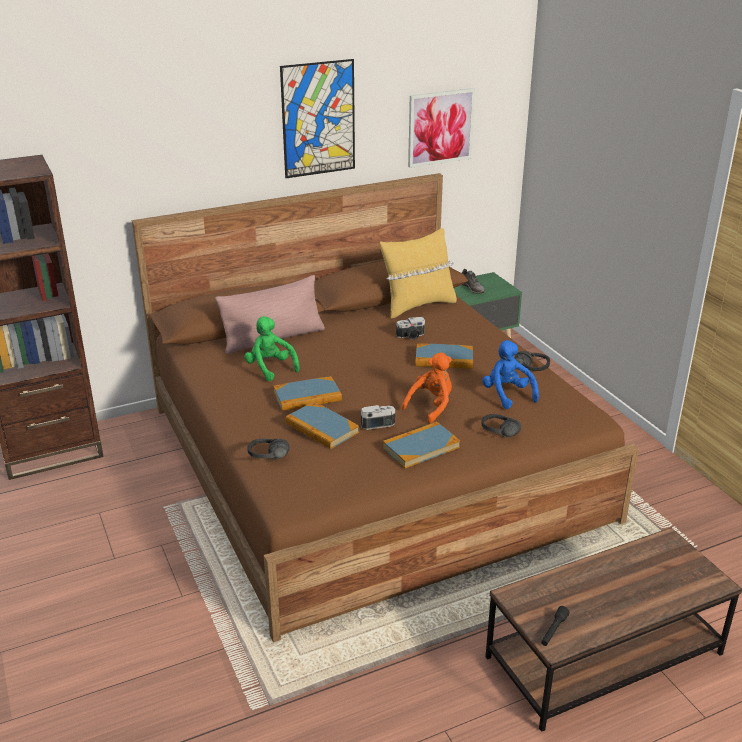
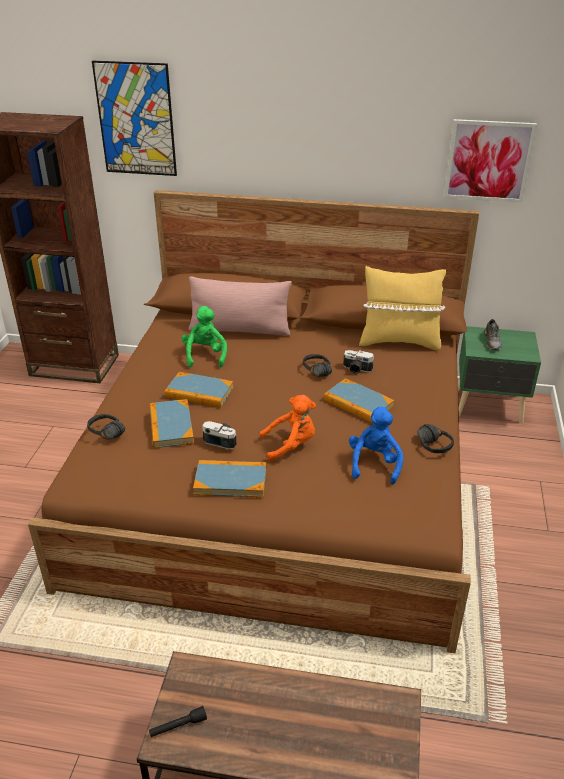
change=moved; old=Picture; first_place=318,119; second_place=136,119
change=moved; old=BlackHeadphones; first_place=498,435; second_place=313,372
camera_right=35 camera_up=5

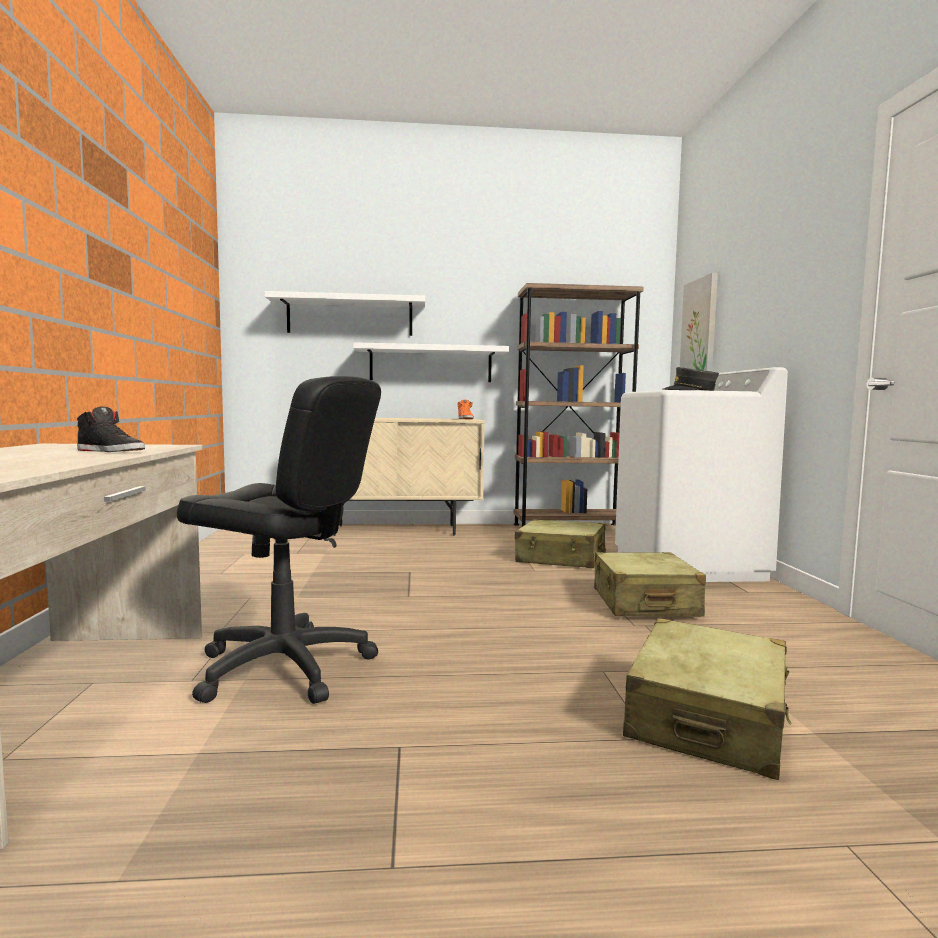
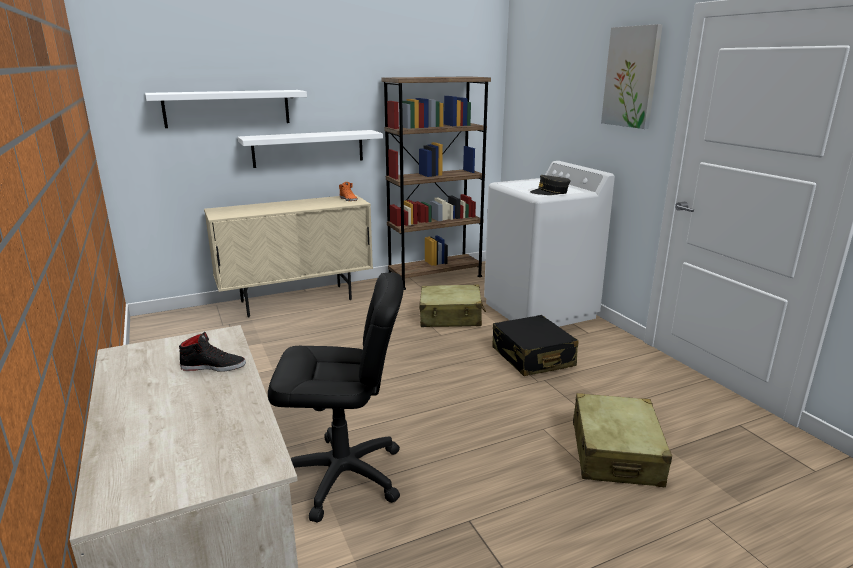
change=moved; old=Picture; first_place=700,326; second_place=631,77
change=recoloured; old=BeigeSuitcase; new=BlackSuitcase; first_place=644,603; second_place=532,357
camera_right=-20 camera_up=15

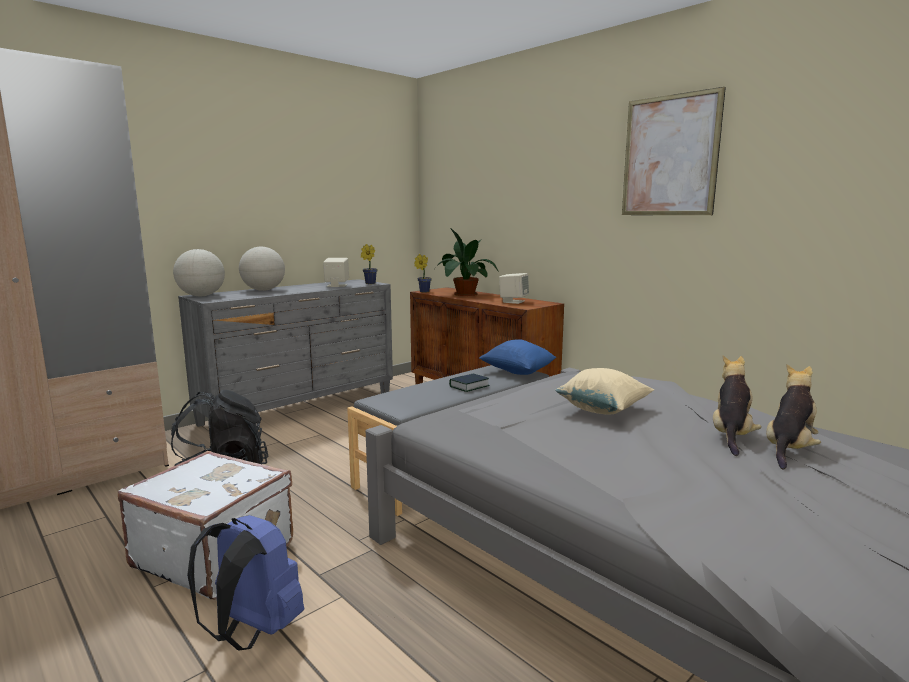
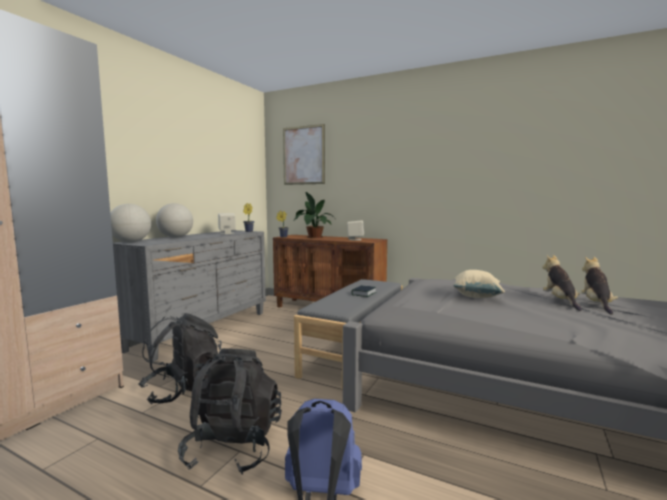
change=removed; old=BluePillow; first_place=517,372
change=moved; old=Picture; first_place=669,156; second_place=303,155
change=replaced; old=WhiteSuitcase; new=BlackBackpack; first_place=216,554; second_place=234,447
camera_right=-20 camera_up=-5

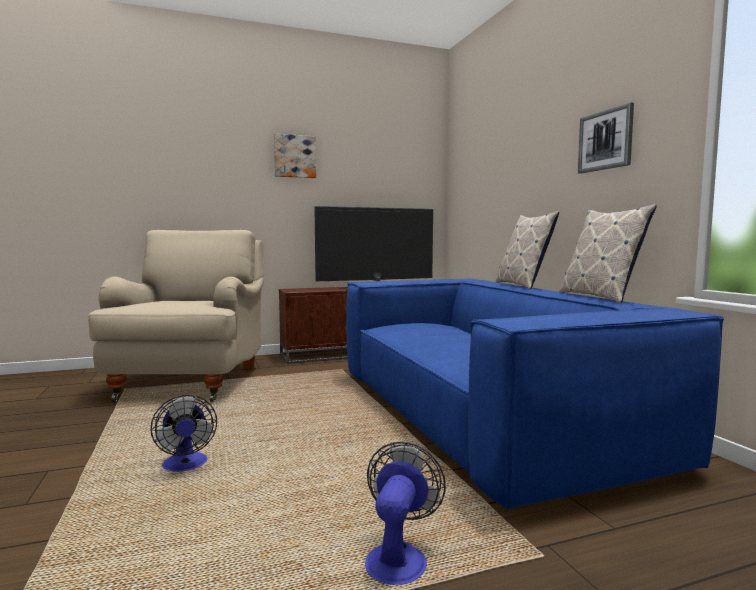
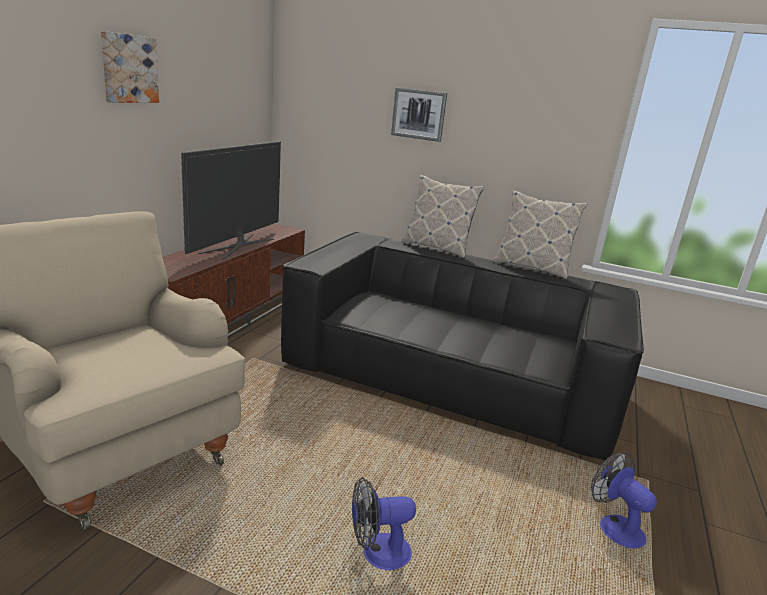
change=moved; old=Picture; first_place=605,140; second_place=418,114
change=recoloured; old=BlueSofa; new=BlackSofa; first_place=481,413; second_place=451,375
change=turned; old=Fan; first_place=185,466; second_place=377,553; degrees=150
camera_right=-50 camera_up=15

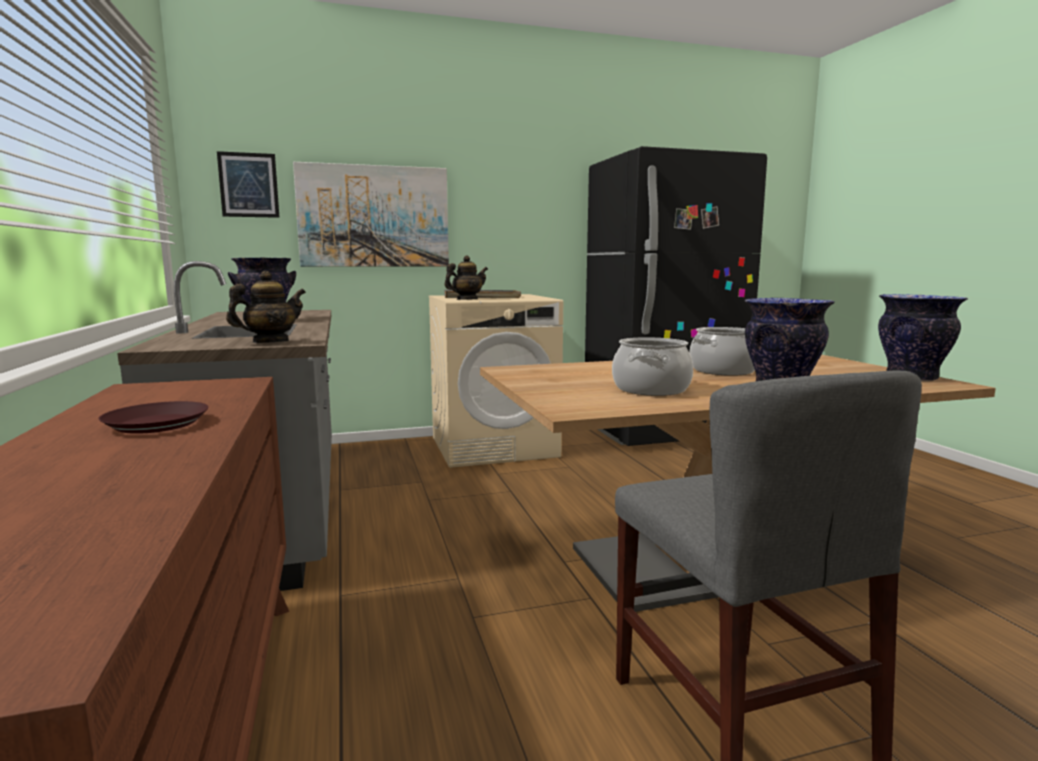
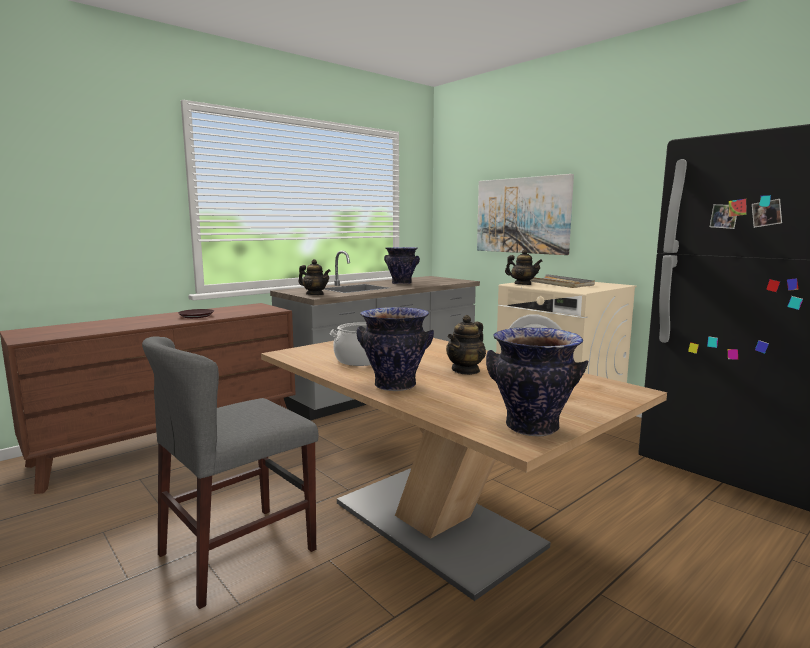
change=removed; old=Picture; first_place=248,185
change=replaced; old=CookingPot; new=Teapot; first_place=723,370; second_place=466,370
camera_right=65 camera_up=0

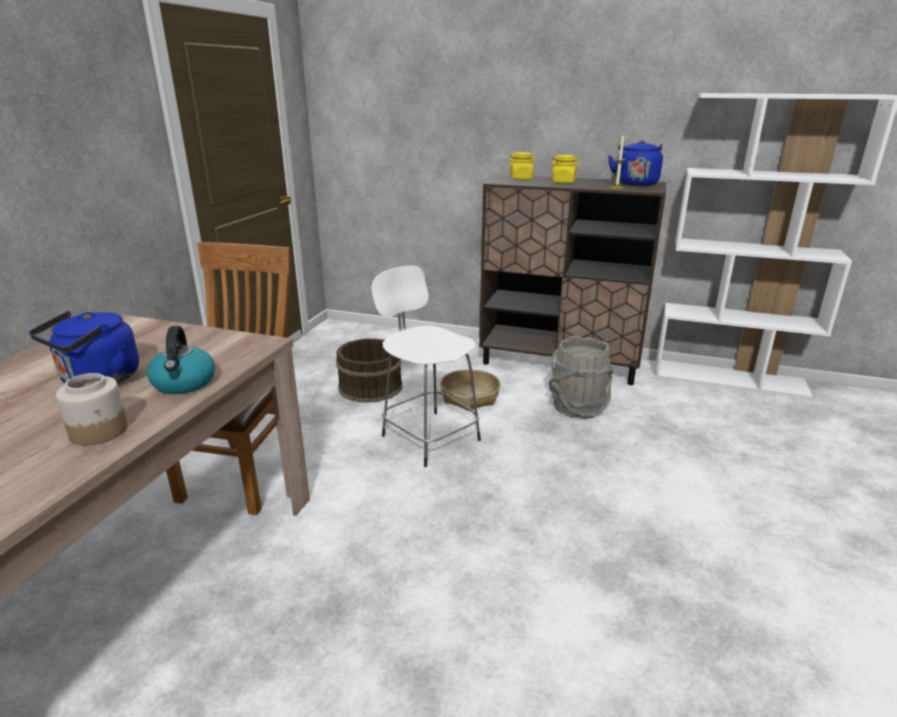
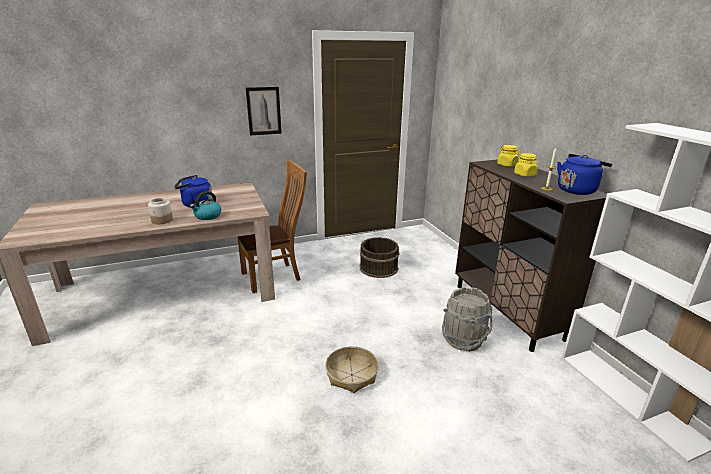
change=removed; old=WhiteStool; first_place=428,436
change=added; new=Picture; second_place=264,111
change=moved; old=Basket; first_place=470,397; second_place=352,375
camera_right=50 camera_up=0

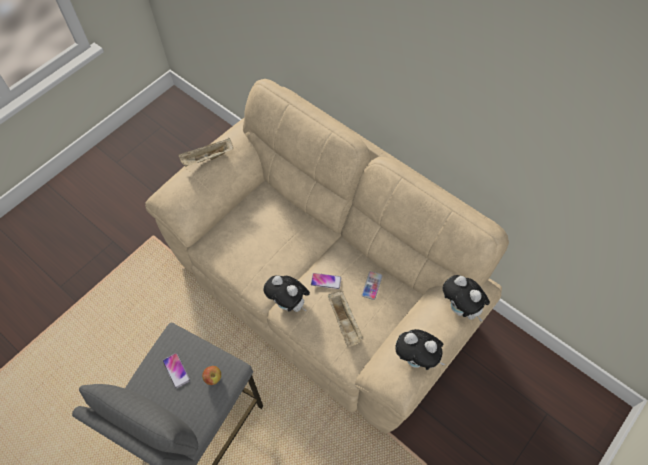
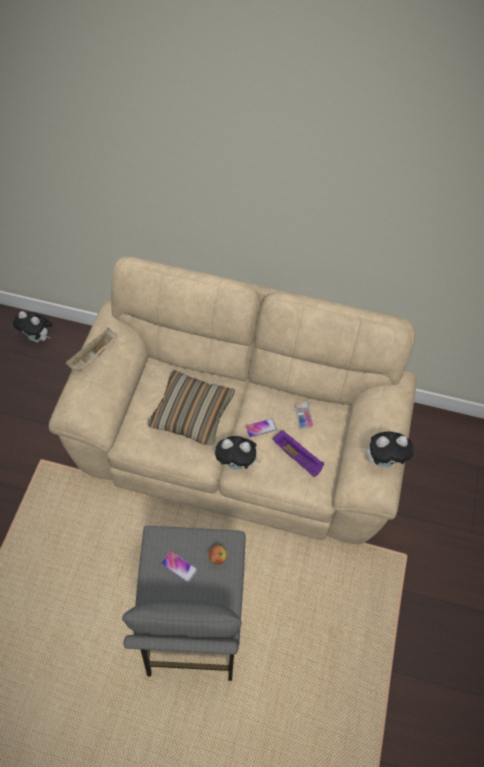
change=added; new=Pillow; second_place=191,413
change=moved; old=PlushToy; first_place=461,309; second_place=38,338
change=recoloured; old=BeigeTray; new=PurpleTray; first_place=345,322; second_place=298,457
camera_right=-30 camera_up=0

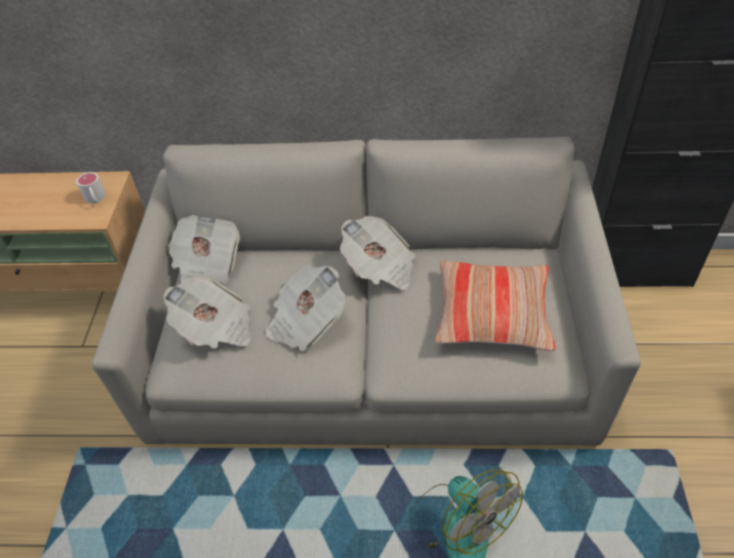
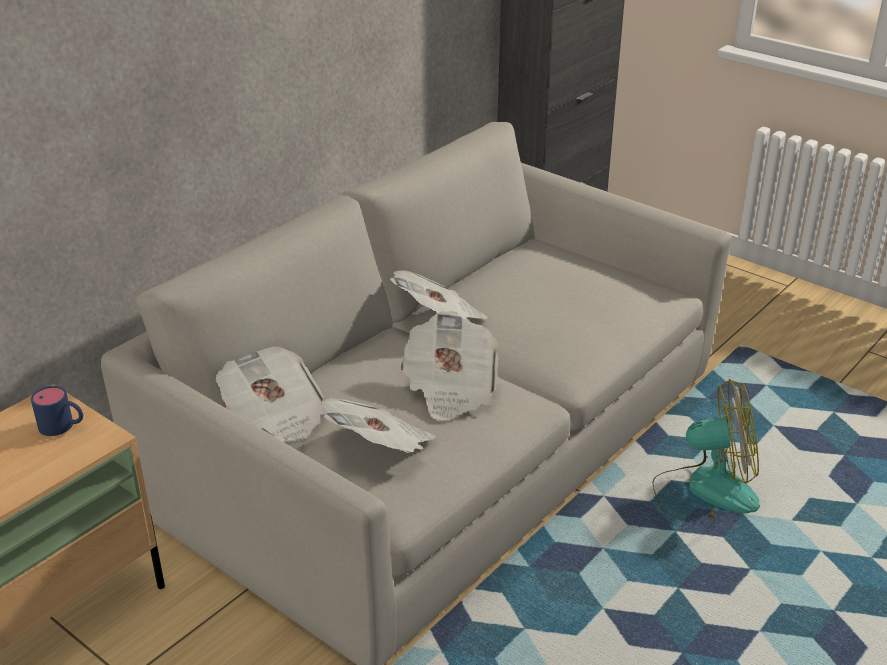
change=removed; old=Pillow; first_place=492,314
change=recoloured; old=WhiteMug; new=BlueMug; first_place=96,199; second_place=63,426
camera_right=-55 camera_up=-15

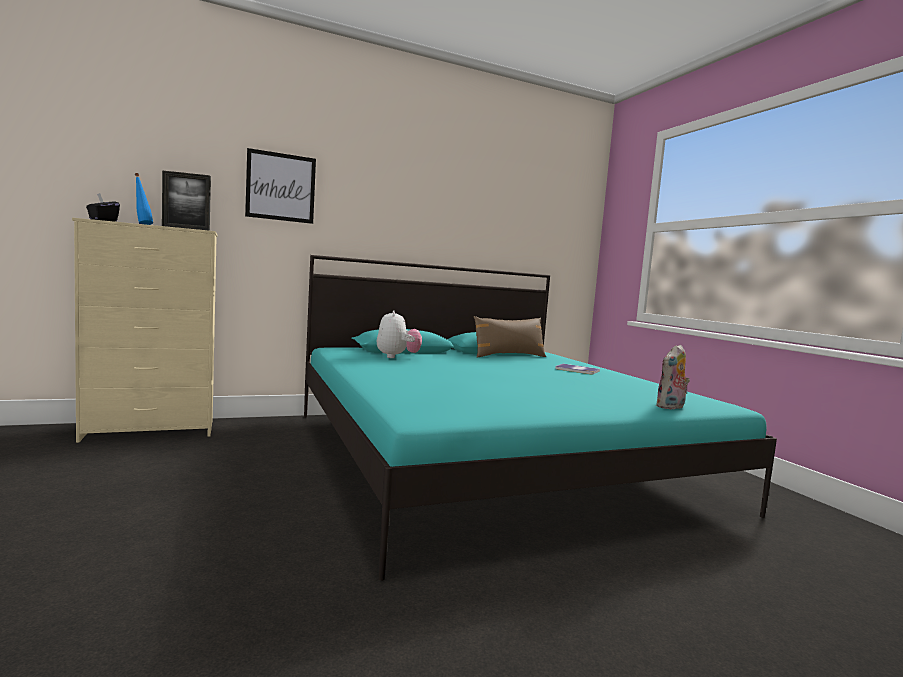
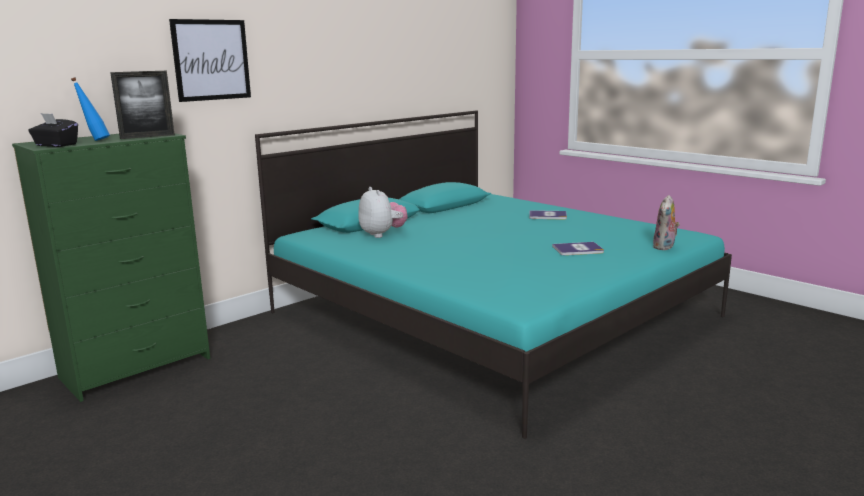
change=removed; old=BrownPillow; first_place=508,356
change=added; new=Book; second_place=578,249
change=recoloured; old=BeigeDresser; new=GreenDresser; first_place=151,430; second_place=138,368
camera_right=-20 camera_up=10

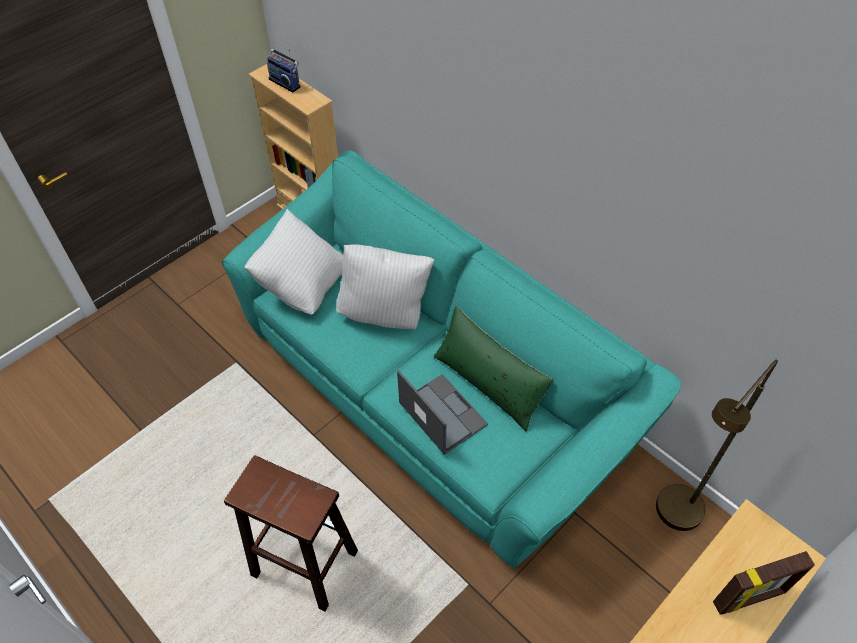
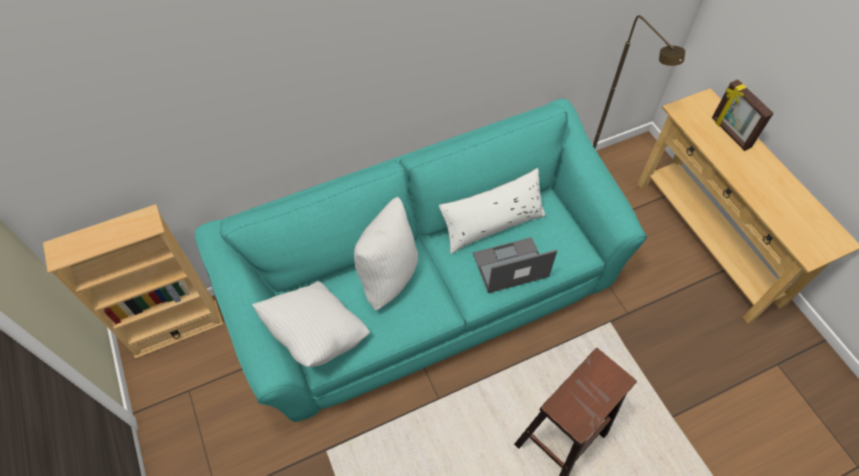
change=removed; old=Radio; first_place=286,82
change=recoloured; old=GreenPillow; new=WhitePillow; first_place=488,383; second_place=492,224
change=turned; old=PictureFrame; first_place=750,598; second_place=730,133; degrees=150
camera_right=-70 camera_up=5

